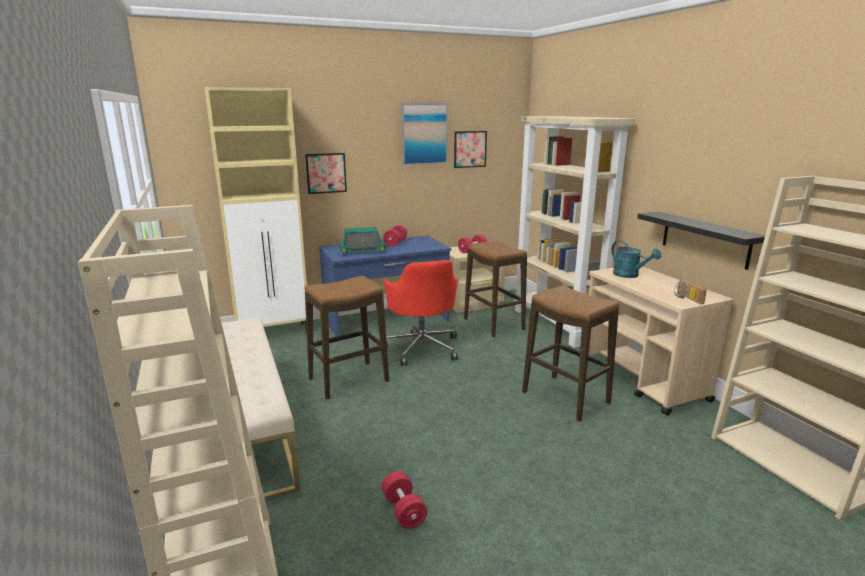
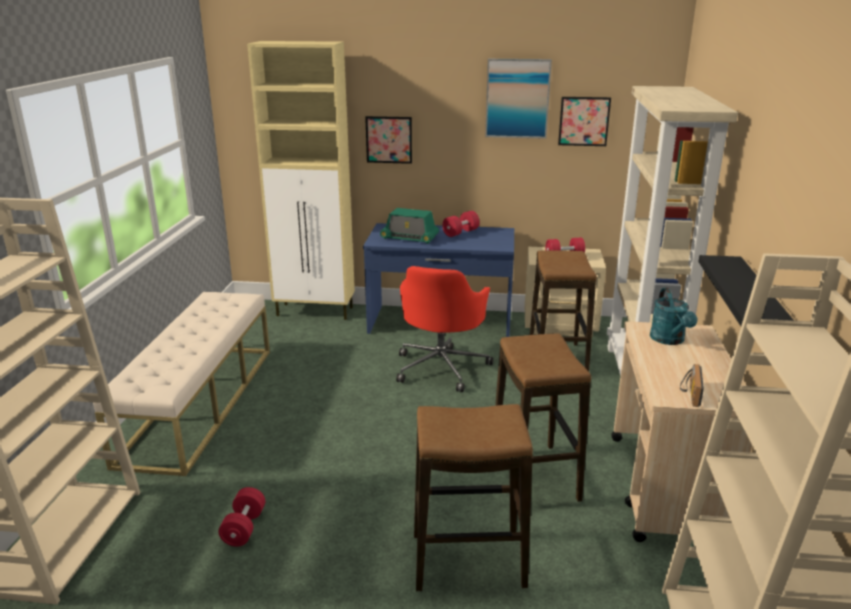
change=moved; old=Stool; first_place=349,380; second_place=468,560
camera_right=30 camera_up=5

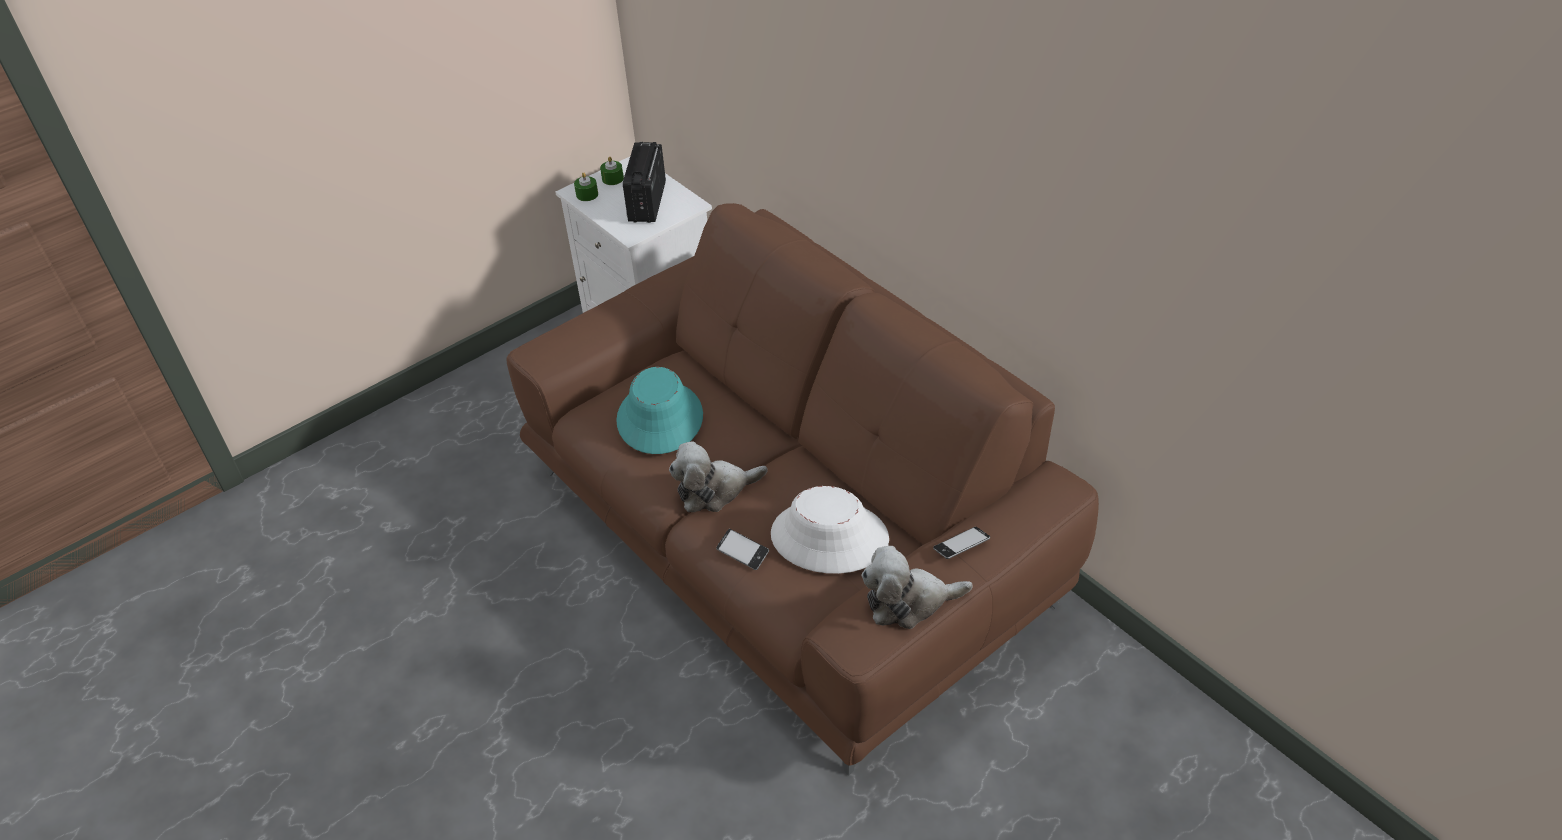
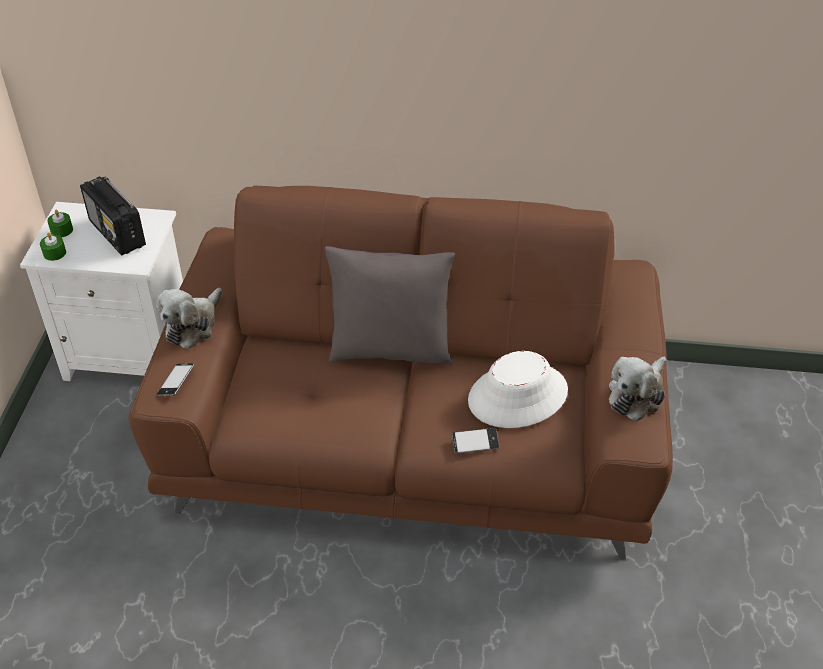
change=removed; old=TurquoiseHat; first_place=659,418
change=added; new=GreyPillow; second_place=390,350
change=moved; old=PlushToy; first_place=714,490; second_place=193,325
change=moved; old=Phone; first_place=961,546; second_place=176,382
camera_right=-45 camera_up=0

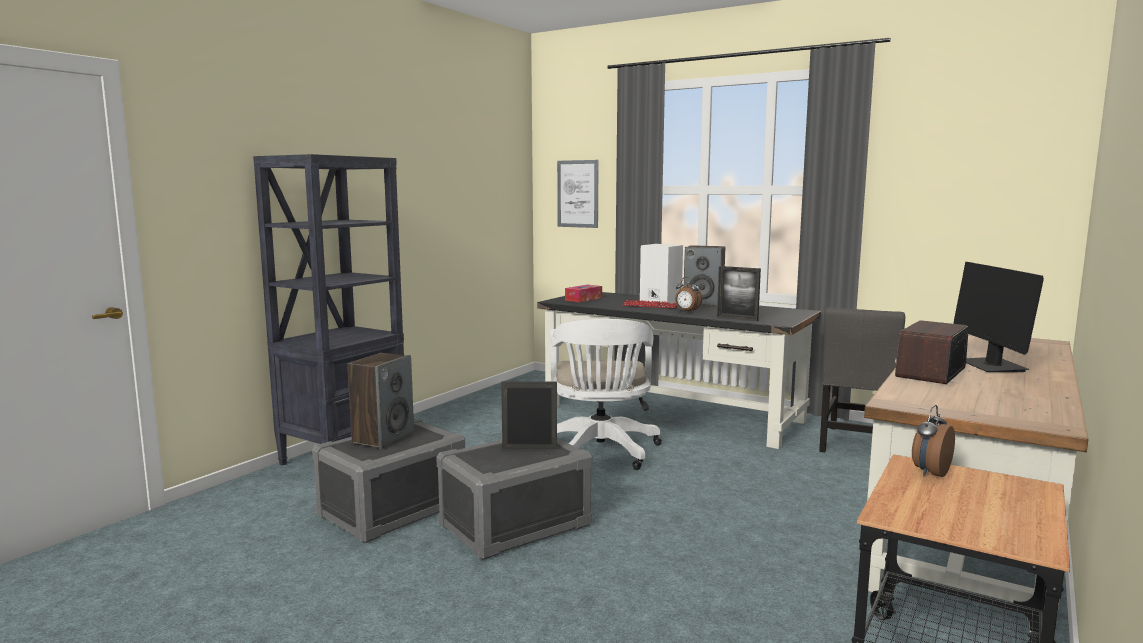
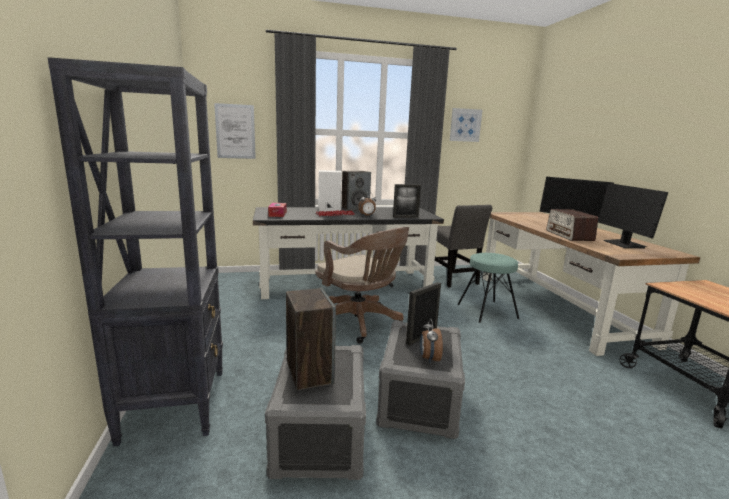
change=added; new=Picture; second_place=465,125
change=added; new=TurquoiseStool; second_place=487,311
change=added; new=Monitor; second_place=624,244
change=moved; old=AlarmClock; first_place=929,473; second_place=429,359
change=recoloured; old=WhiteOfficeChair; new=BrownOfficeChair; first_place=600,452; second_place=360,323
camera_right=-45 camera_up=5

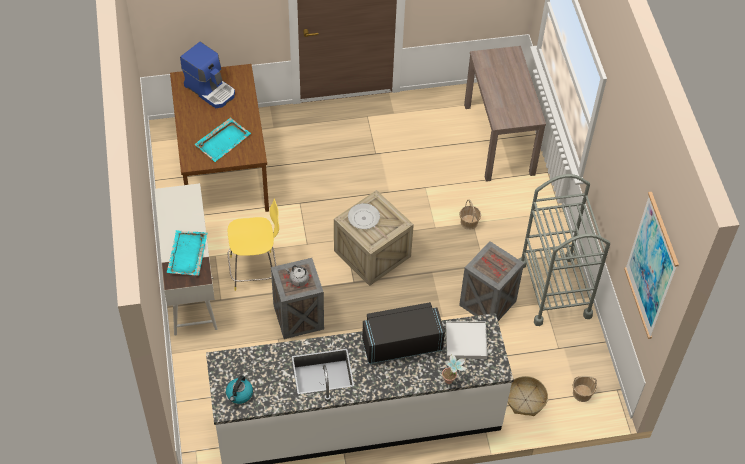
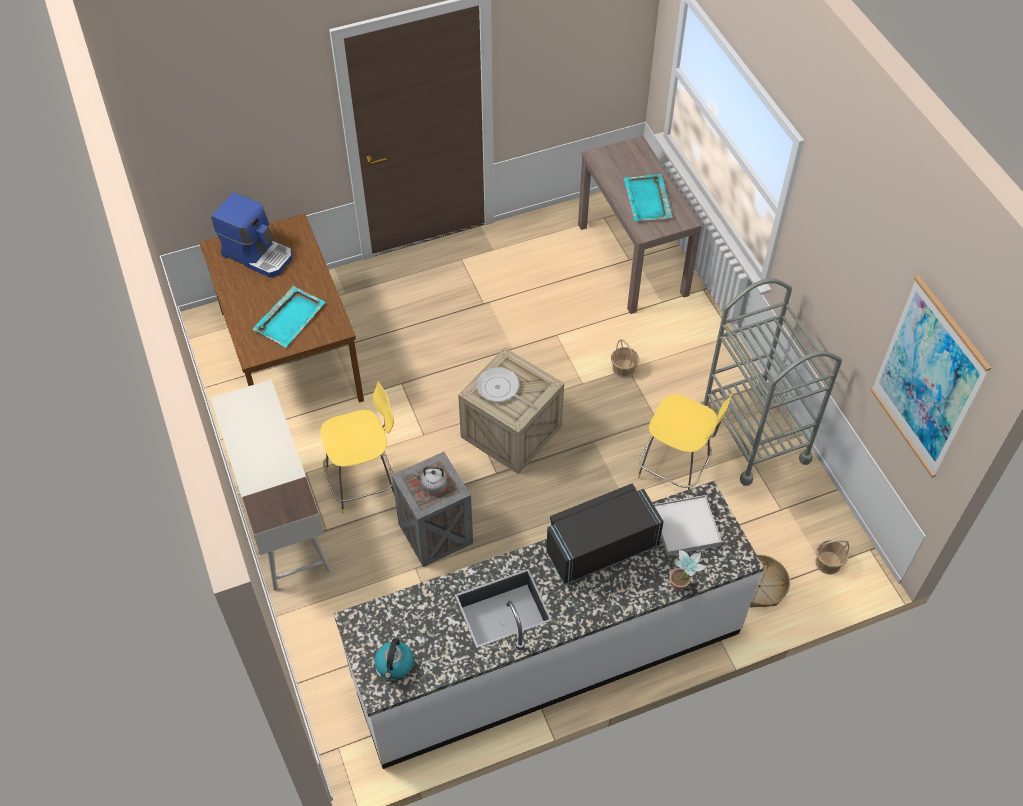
change=moved; old=TurquoiseTray; first_place=187,254; second_place=647,200
change=replaced; old=Crate; new=YellowStool; first_place=488,304; second_place=676,469
camera_right=-10 camera_up=0

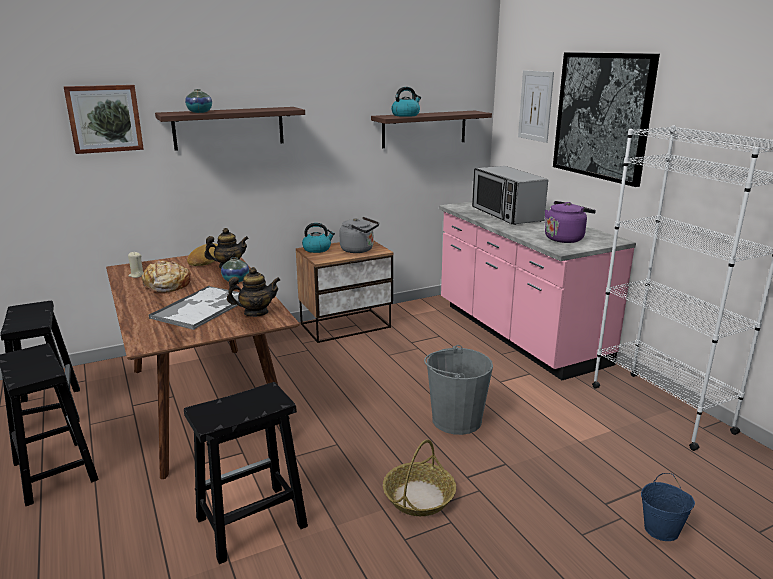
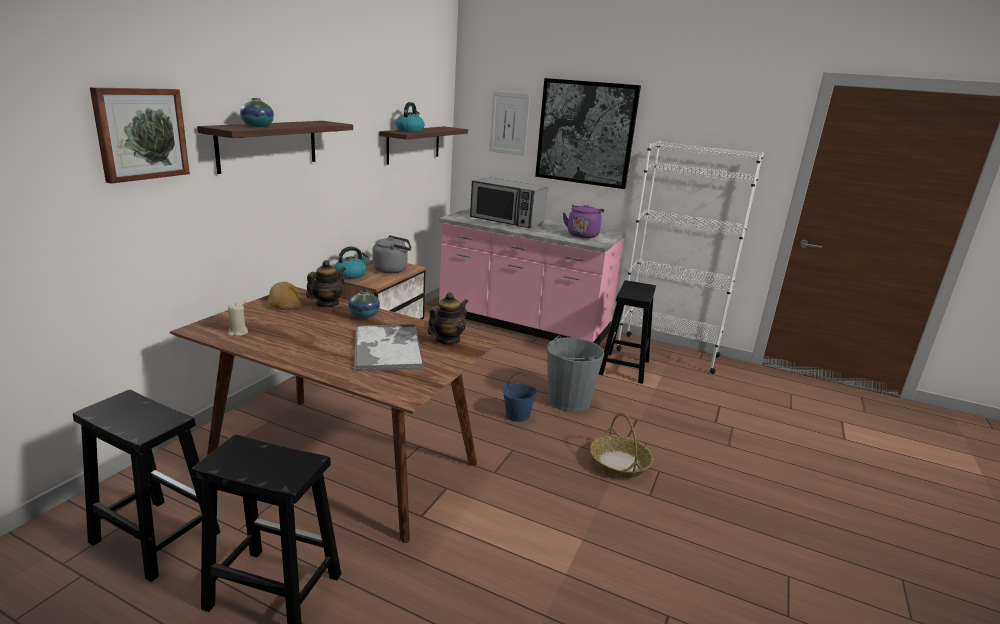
change=removed; old=Bread; first_place=166,285
change=moved; old=BlackStool; first_place=250,523; second_place=624,368
change=moved; old=BlueBucket; first_place=662,529; second_place=518,415
camera_right=-40 camera_up=0

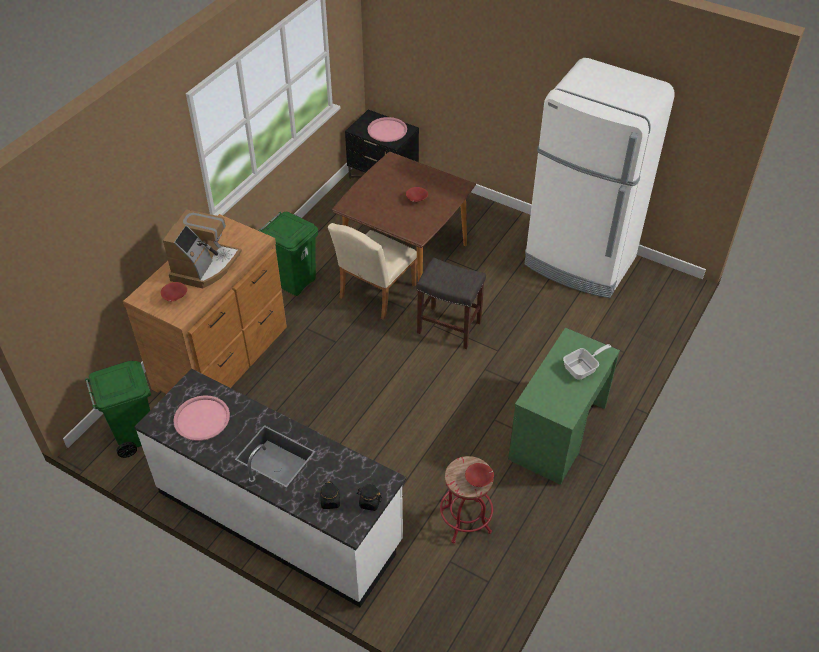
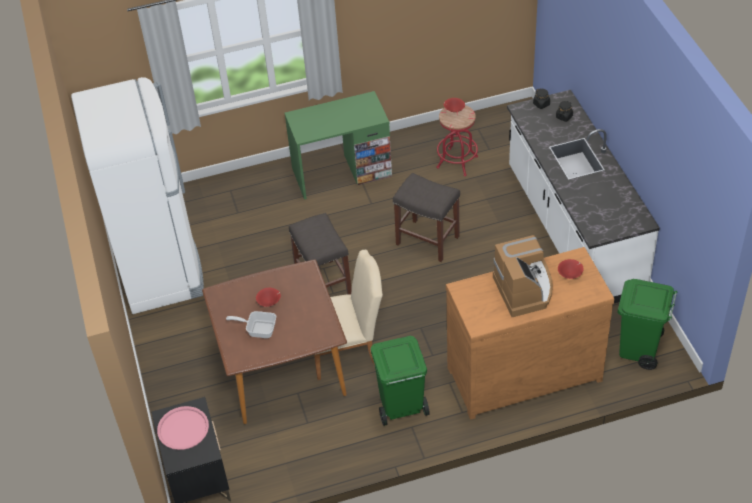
change=removed; old=PinkTray; first_place=202,419
change=added; new=GreyStool; second_place=428,240
change=moved; old=FryingPan; first_place=583,368; second_place=258,329
change=turned; old=CoffeeMachine; first_place=205,266; second_place=525,290; degrees=105
camera_right=-135 camera_up=0

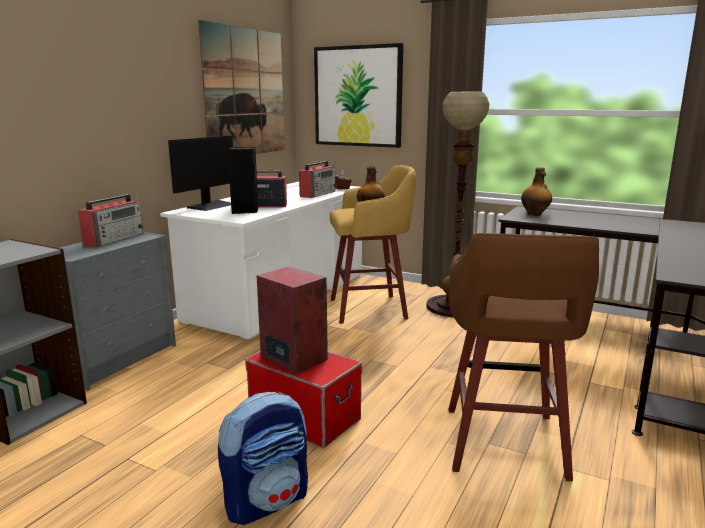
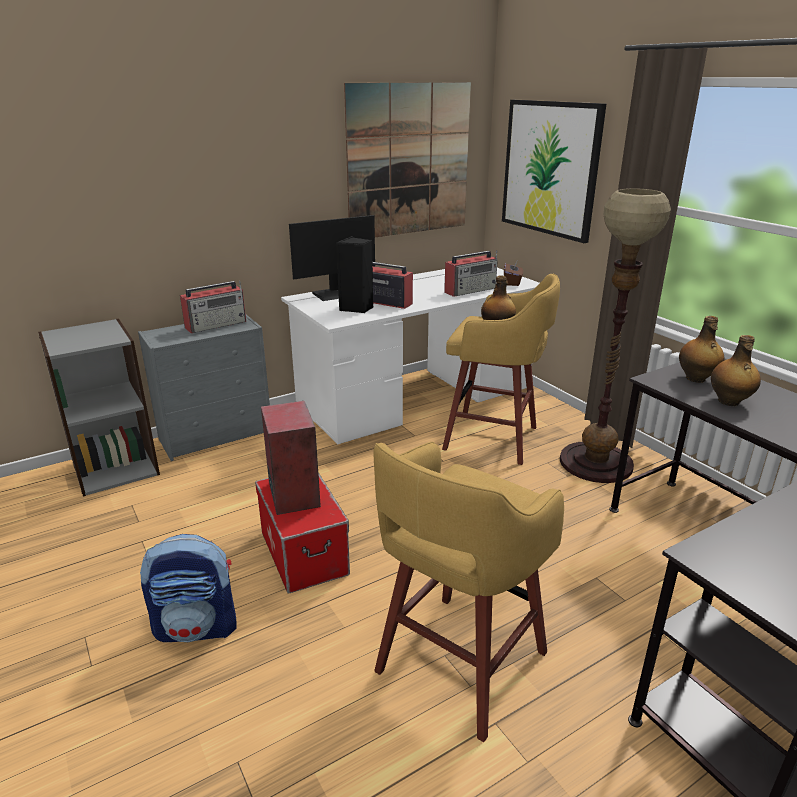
change=added; new=Bottle; second_place=729,402
change=recoloured; old=BrownStool; new=YellowStool; first_place=504,445; second_place=458,665
camera_right=30 camera_up=10

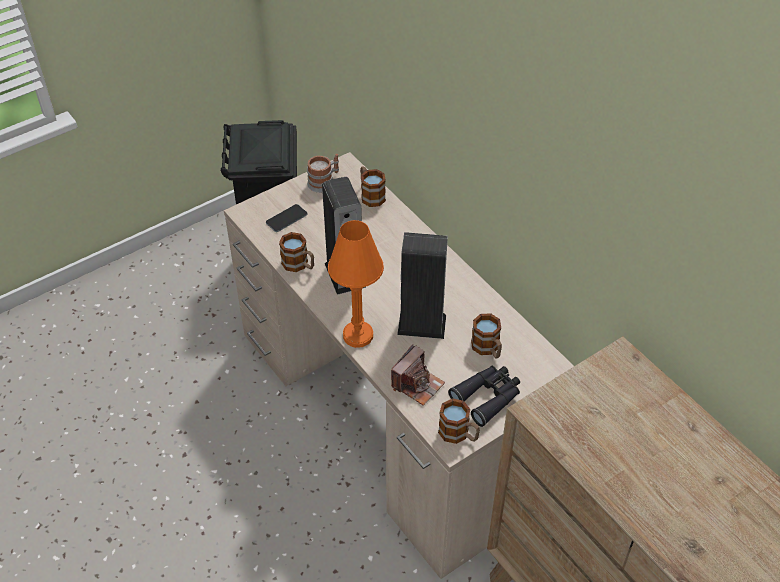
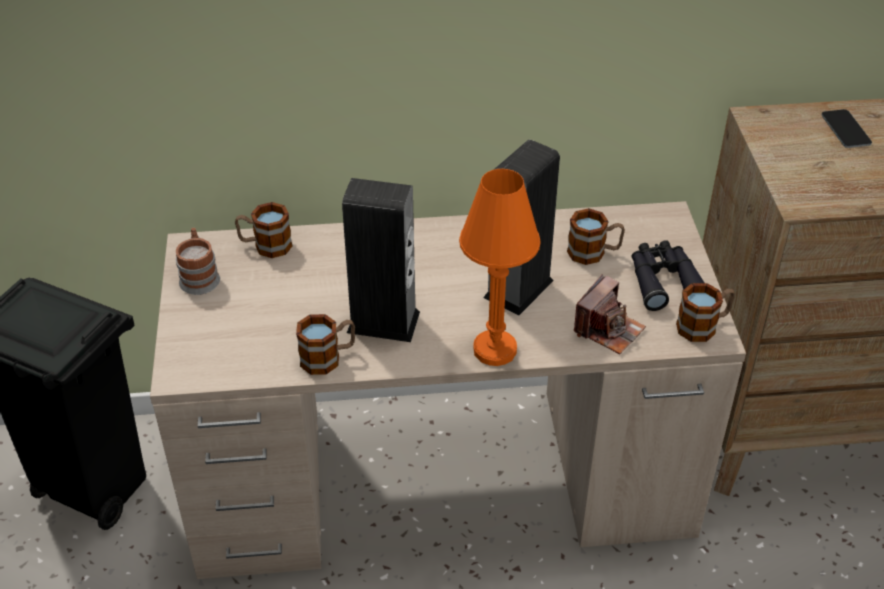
change=moved; old=Phone; first_place=286,218; second_place=845,129
change=turned; old=PhotoCamera; first_place=417,384; second_place=608,329; degrees=60
camera_right=-60 camera_up=-5

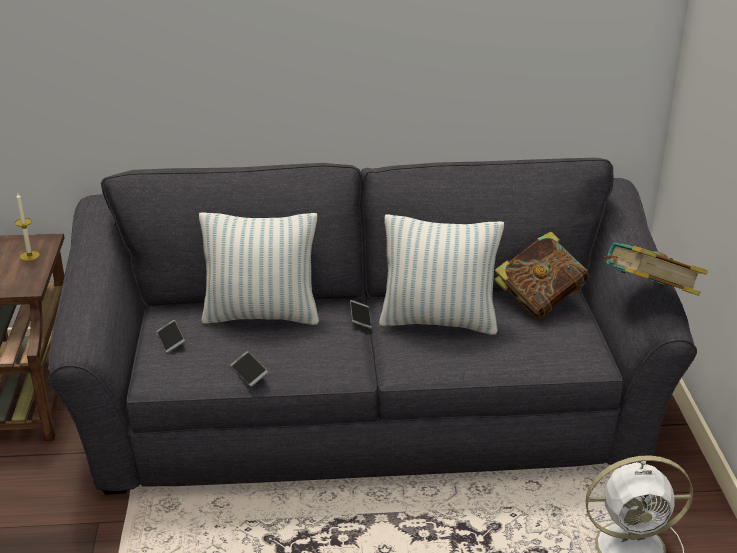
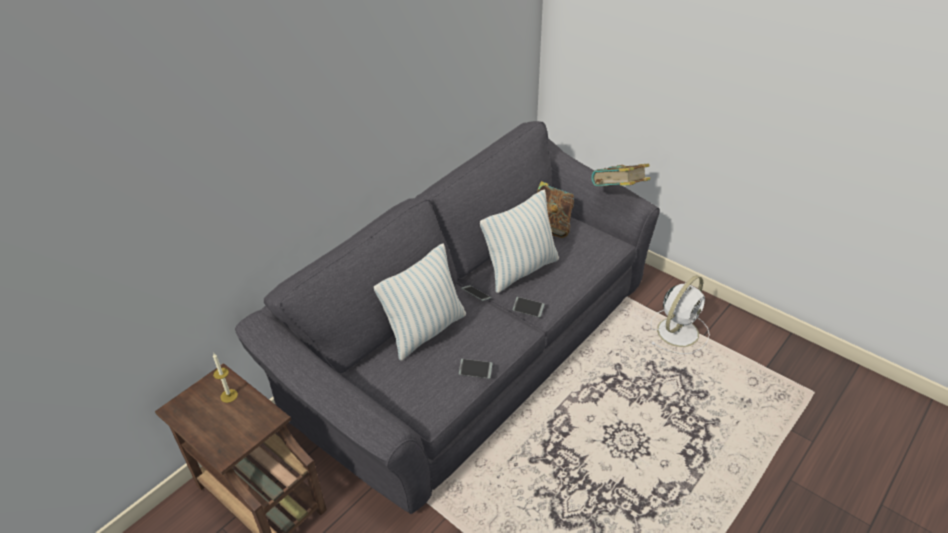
change=moved; old=Phone; first_place=171,340; second_place=528,309
camera_right=-45 camera_up=10

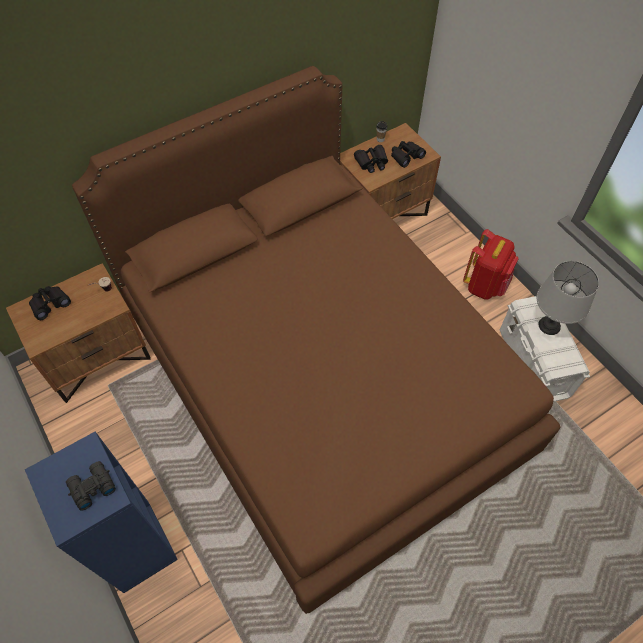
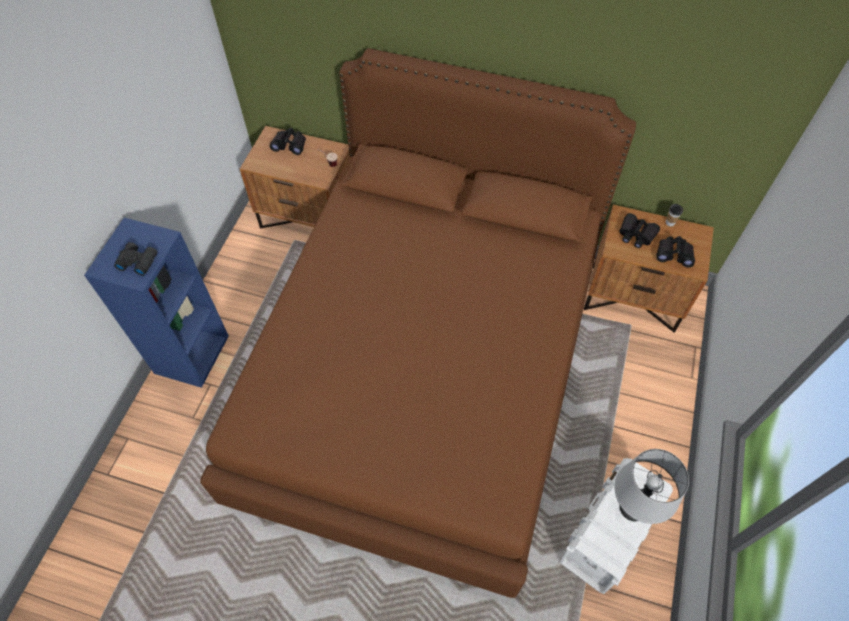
change=removed; old=RedBackpack; first_place=485,285
camera_right=50 camera_up=0

